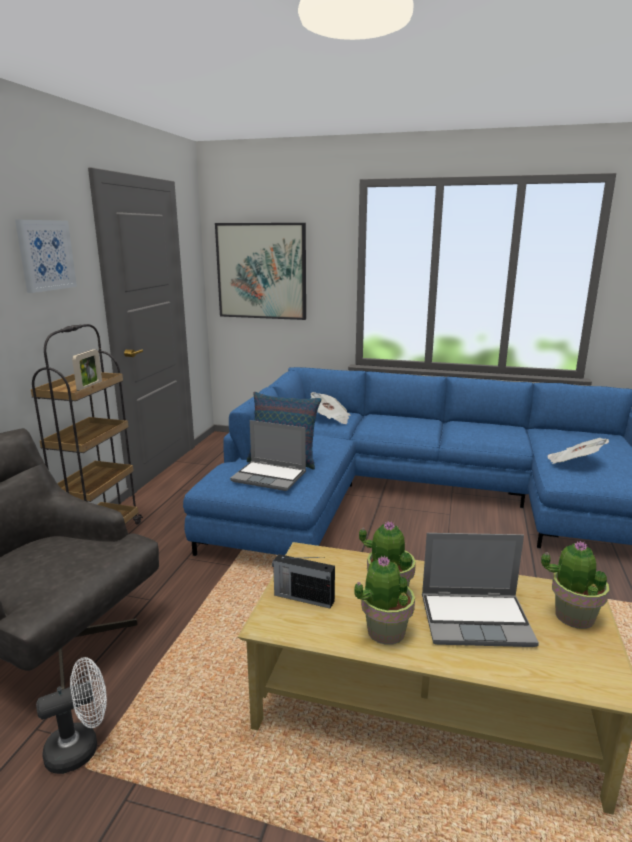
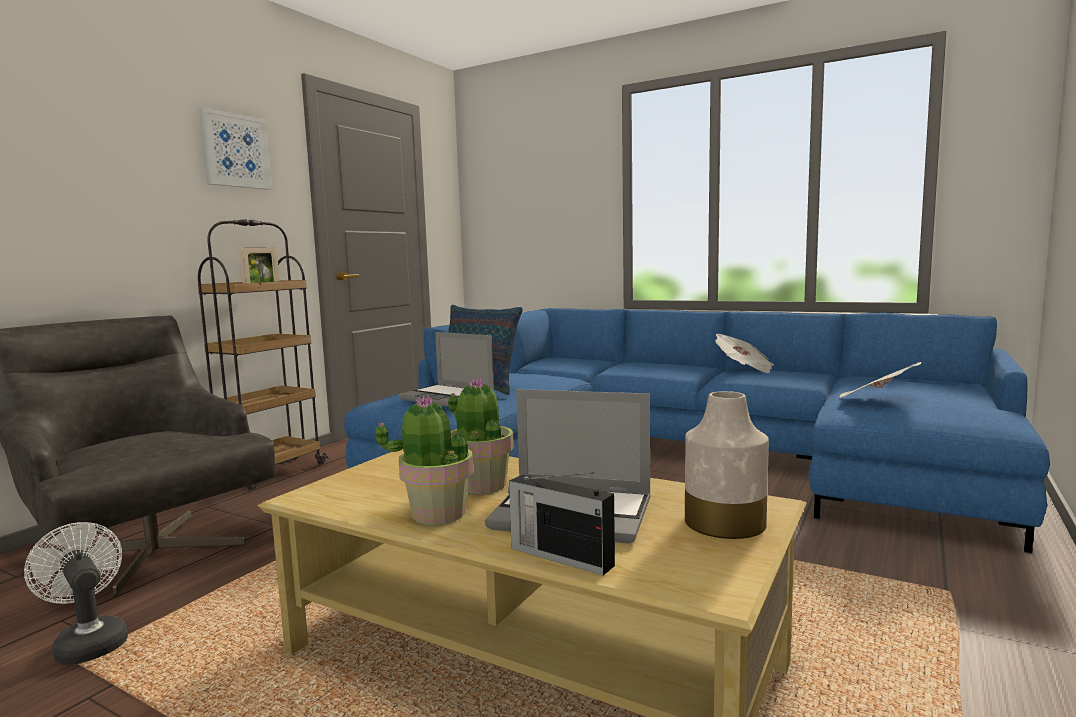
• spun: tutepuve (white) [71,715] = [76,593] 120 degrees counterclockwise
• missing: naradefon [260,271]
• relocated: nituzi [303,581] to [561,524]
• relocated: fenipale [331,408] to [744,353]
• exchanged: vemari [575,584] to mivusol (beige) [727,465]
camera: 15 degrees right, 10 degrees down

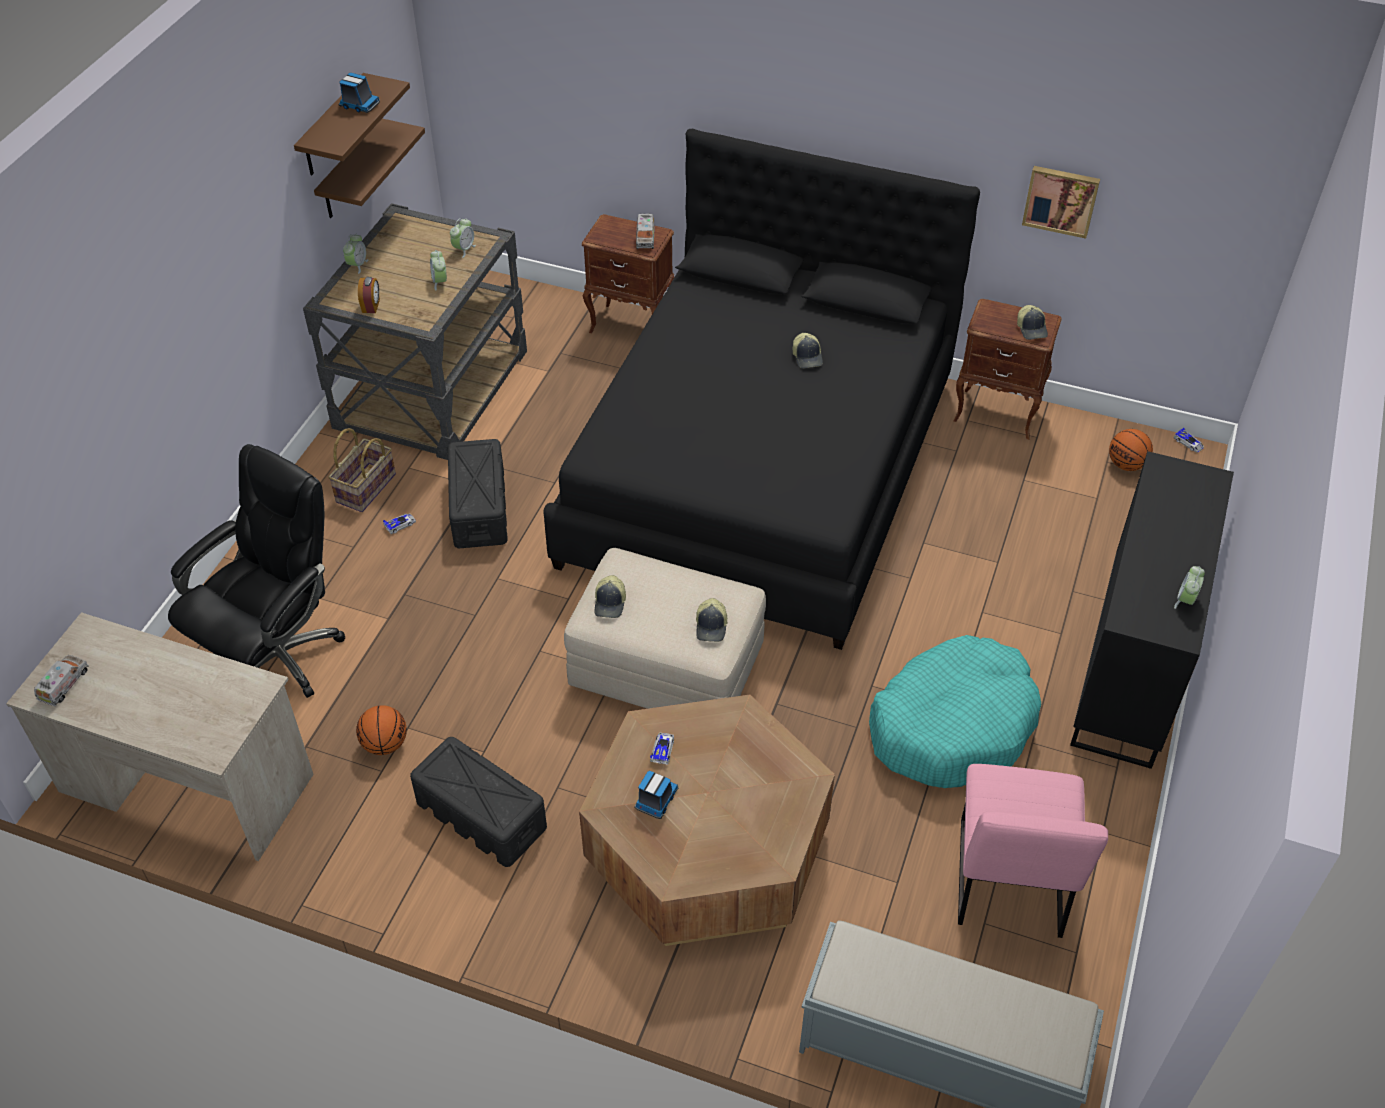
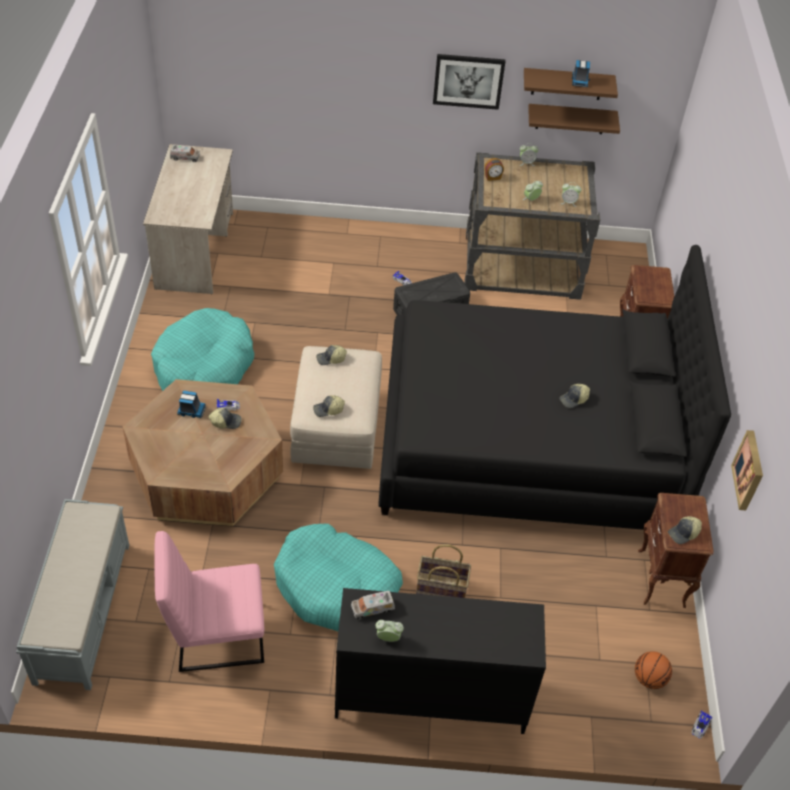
• missing: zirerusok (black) [256,571]
• relocated: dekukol [362,470] to [443,571]
• missing: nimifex [381,730]
• exchanged: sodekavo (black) [478,802] to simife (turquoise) [202,349]
• relocated: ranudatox [645,231] to [373,605]
• appeared: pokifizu [225,418]
• appeared: naradefon [469,82]
camera: 70 degrees right, 0 degrees up

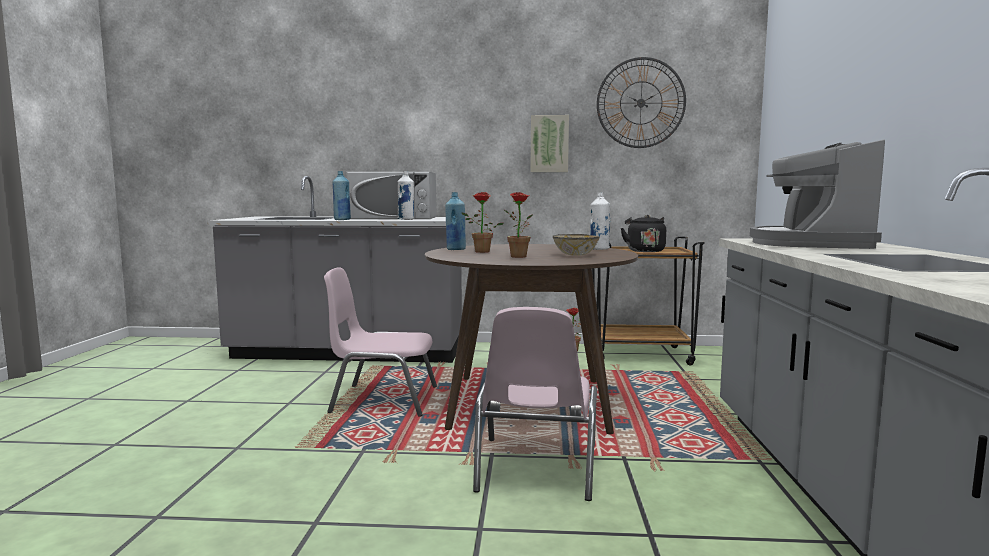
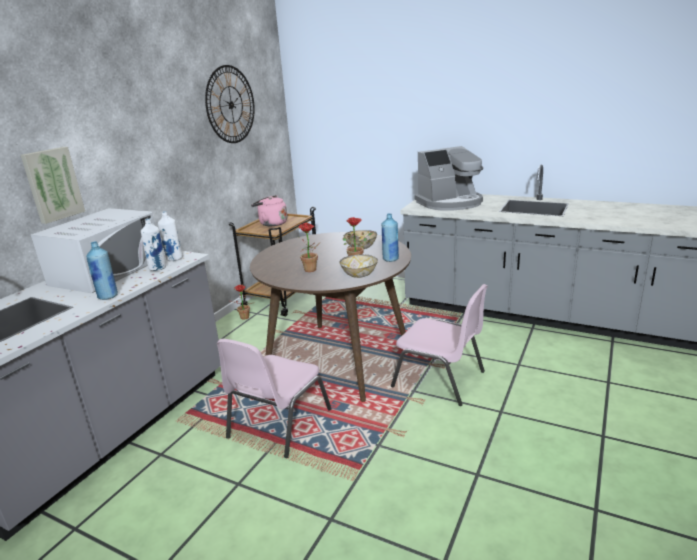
• relocated: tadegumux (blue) [455,221] to [390,237]
• relocated: naradefon [550,143] to [53,185]
• relocated: tadegumux (white) [600,221] to [170,236]
• colour: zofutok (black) [643,233] to zofutok (pink) [269,210]
• spun: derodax [817,194] = [448,178] 60 degrees counterclockwise
• appeared: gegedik [358,266]
camera: 65 degrees left, 15 degrees up

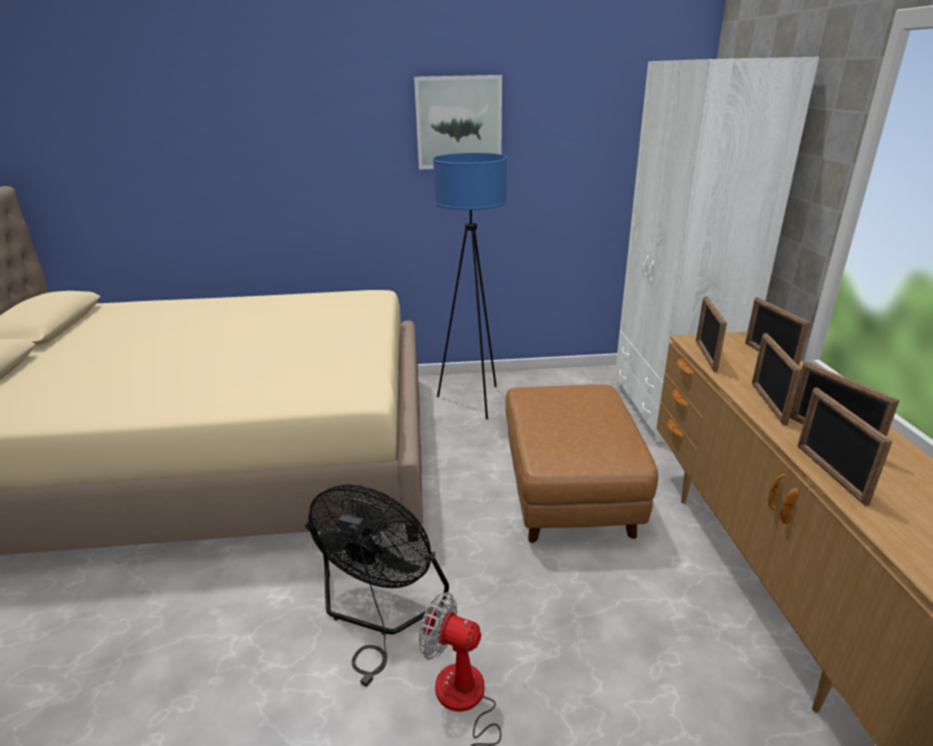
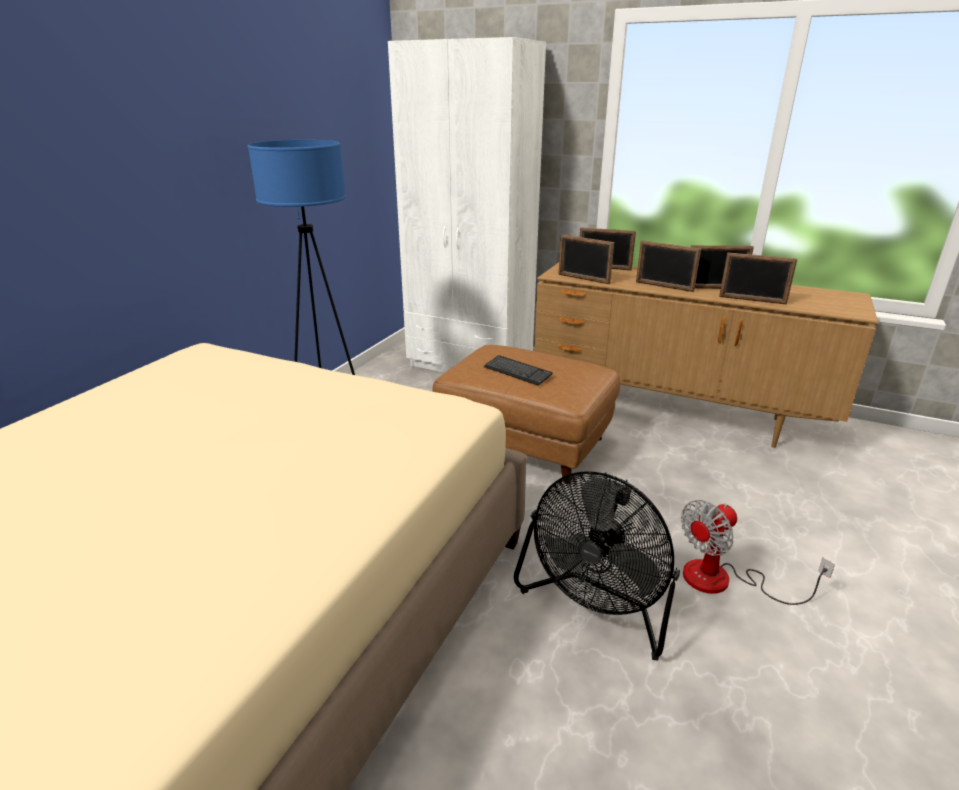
• spun: tutepuve (black) [377,586] = [597,565] 105 degrees counterclockwise
• missing: naradefon [458,122]
• appeared: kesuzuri [518,370]
camera: 60 degrees left, 0 degrees up

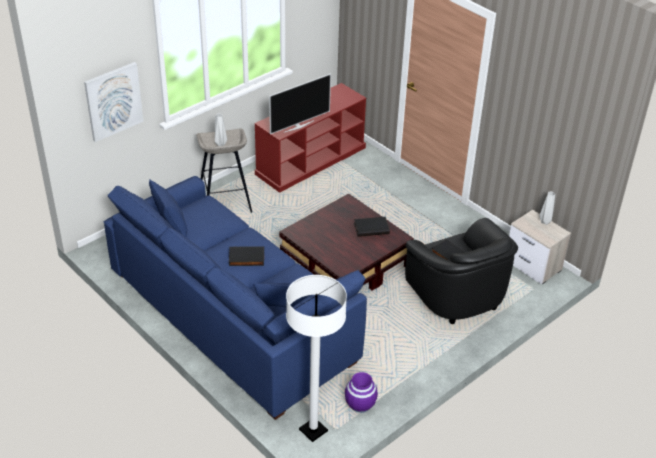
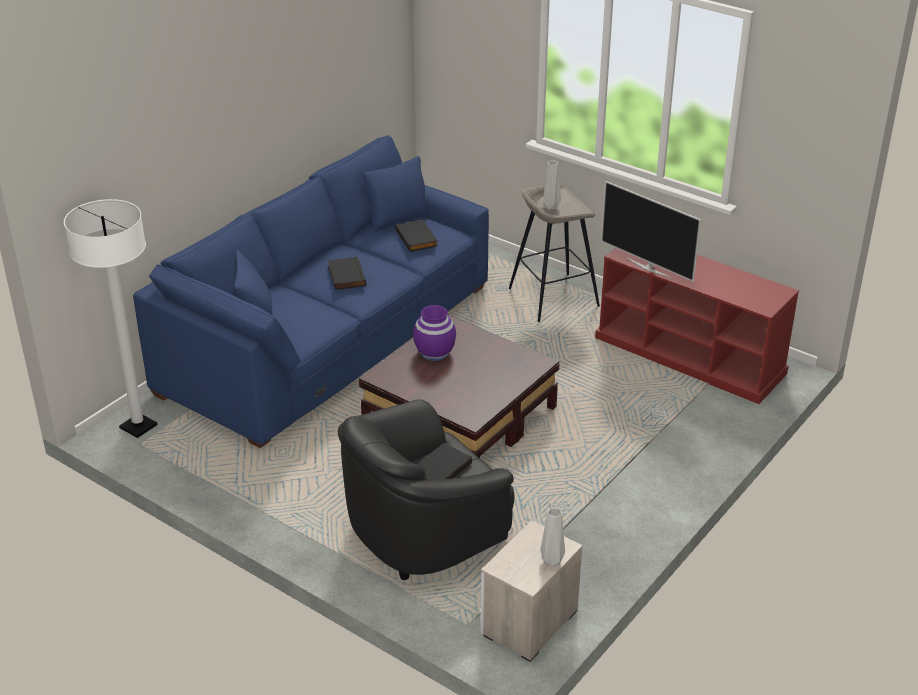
• missing: naradefon [113,102]
• relocated: mivusol (purple) [361,392] to [434,333]
• relocated: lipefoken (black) [372,227] to [416,236]
camera: 80 degrees right, 5 degrees down

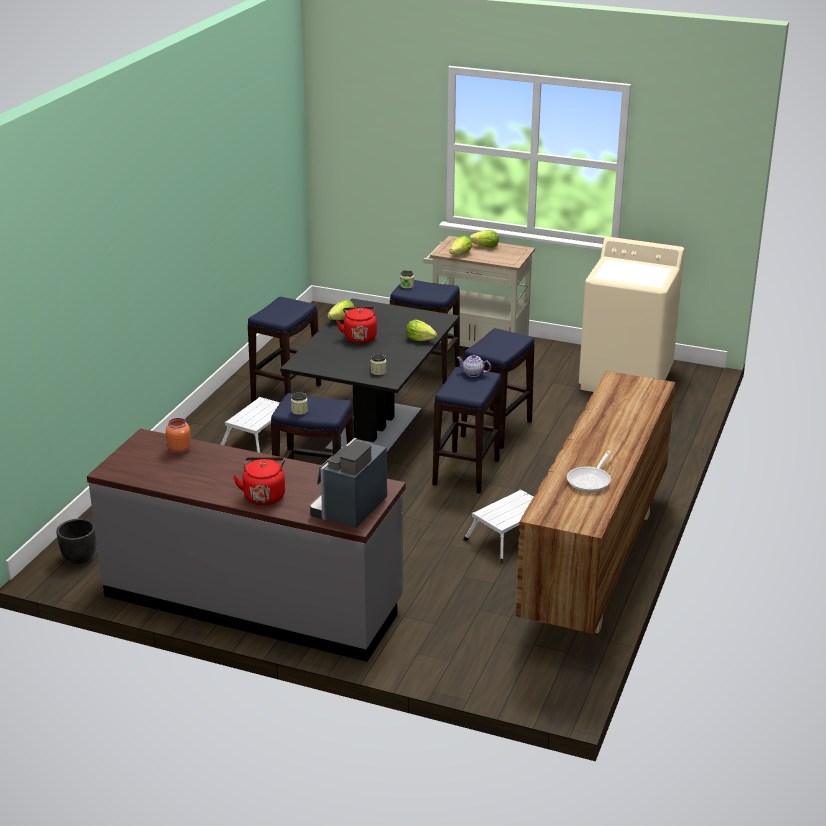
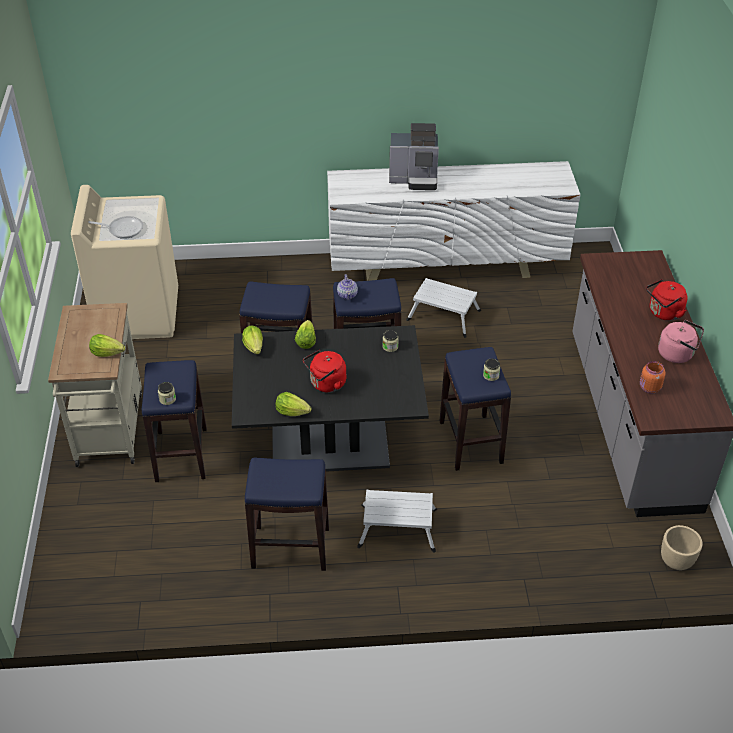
• colour: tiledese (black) [76,541] to tiledese (beige) [682,547]
• relocated: derodax [348,483] to [414,156]
• relocated: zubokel [484,239] to [252,340]
• colour: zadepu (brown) [595,502] to zadepu (white) [453,221]
• relocated: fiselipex [589,471] to [115,227]
• appeared: zofutok (pink) [681,341]
camera: 115 degrees left, 15 degrees up

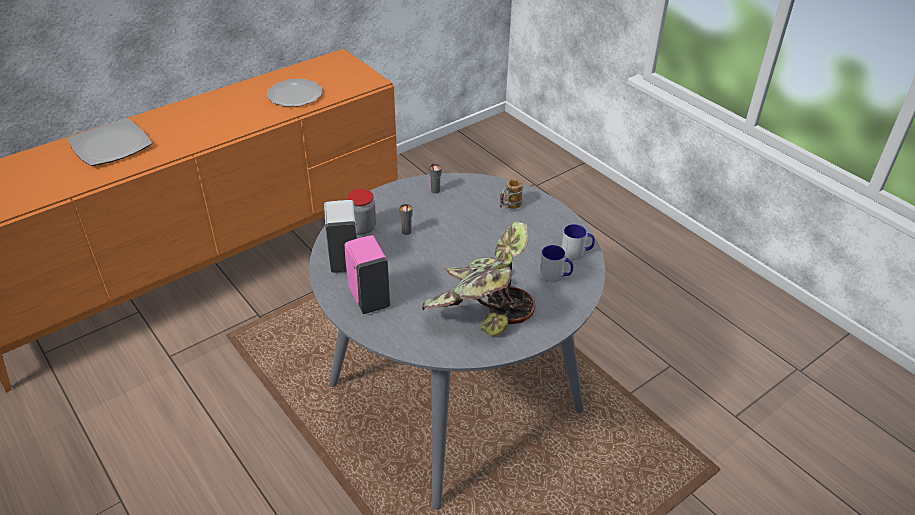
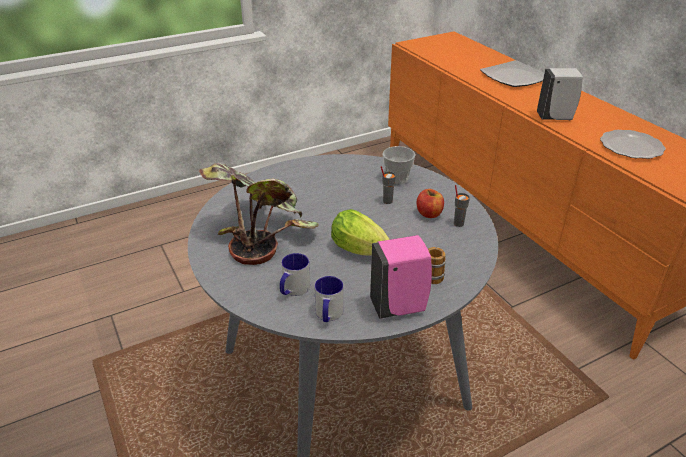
• relocated: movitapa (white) [340,236] to [560,94]
• relocated: movitapa (pink) [367,274] to [401,276]
• exchanged: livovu [361,211] to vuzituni [399,165]
• appeared: zubokel [360,232]
• appeared: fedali [430,203]
camera: 100 degrees right, 5 degrees down

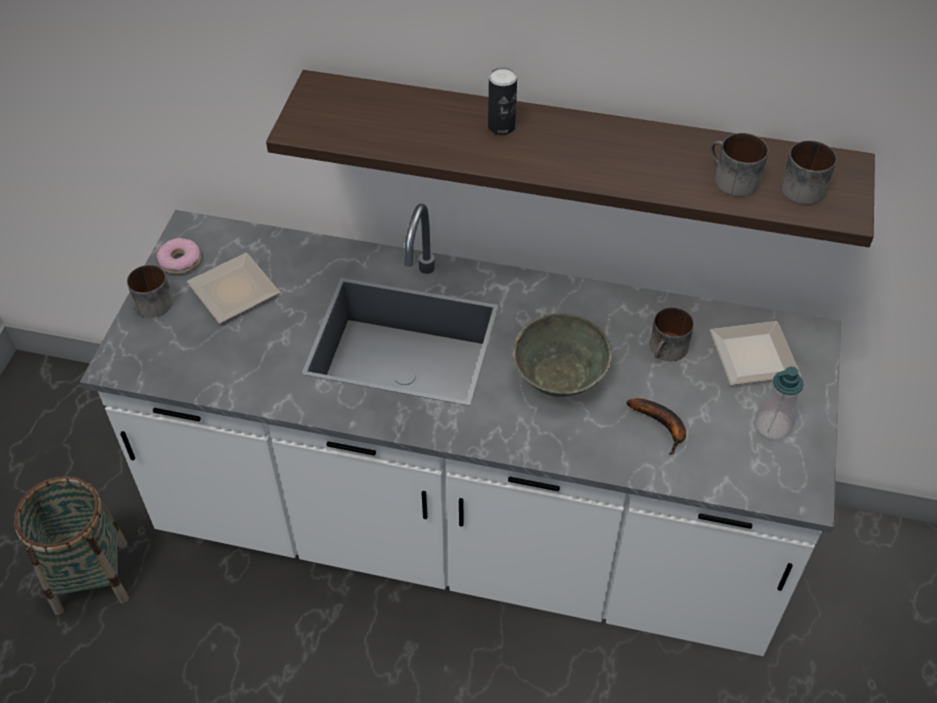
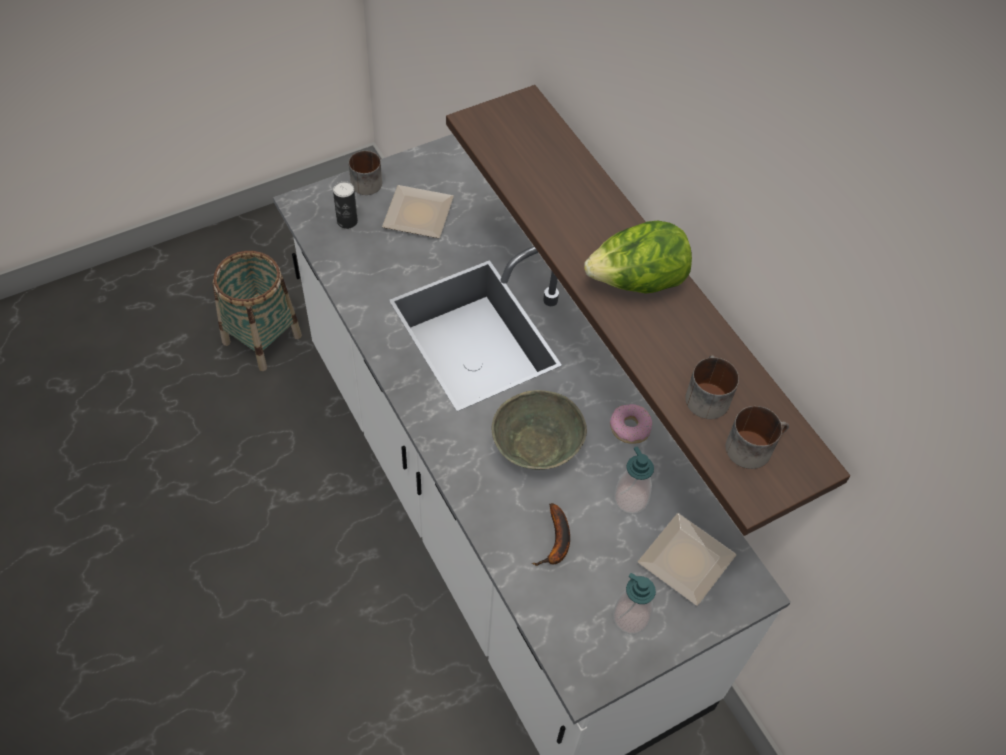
• relocated: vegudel [179,256] to [631,424]
• relocated: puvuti [502,101] to [345,205]
• exchanged: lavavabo [672,334] to movitapa [634,480]
• appeared: zubokel [638,257]
camera: 45 degrees right, 5 degrees up

